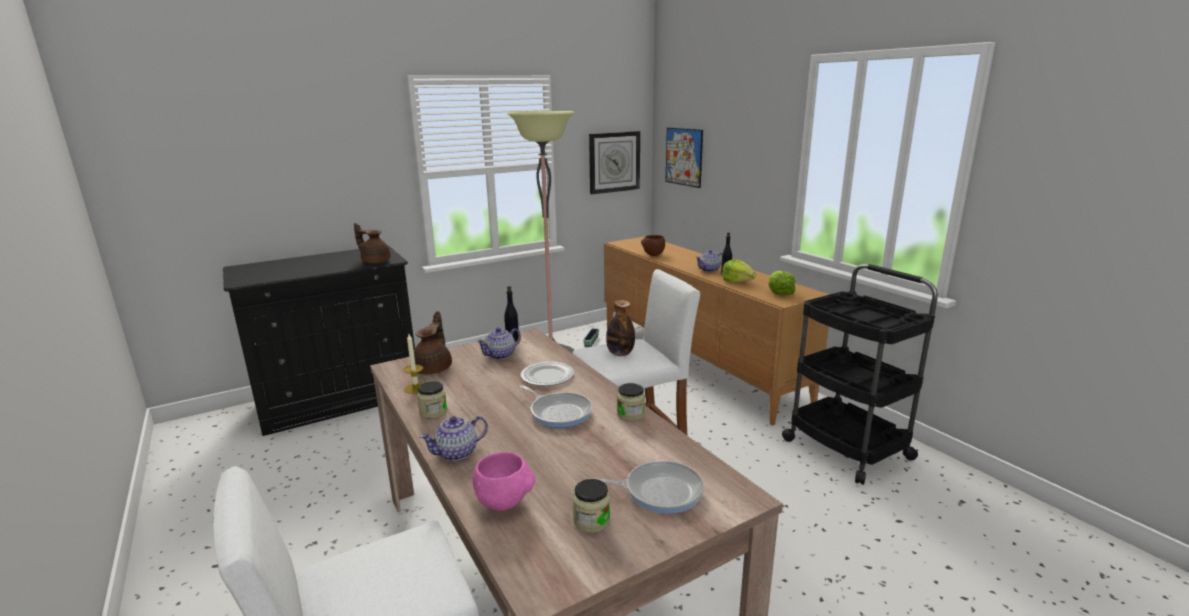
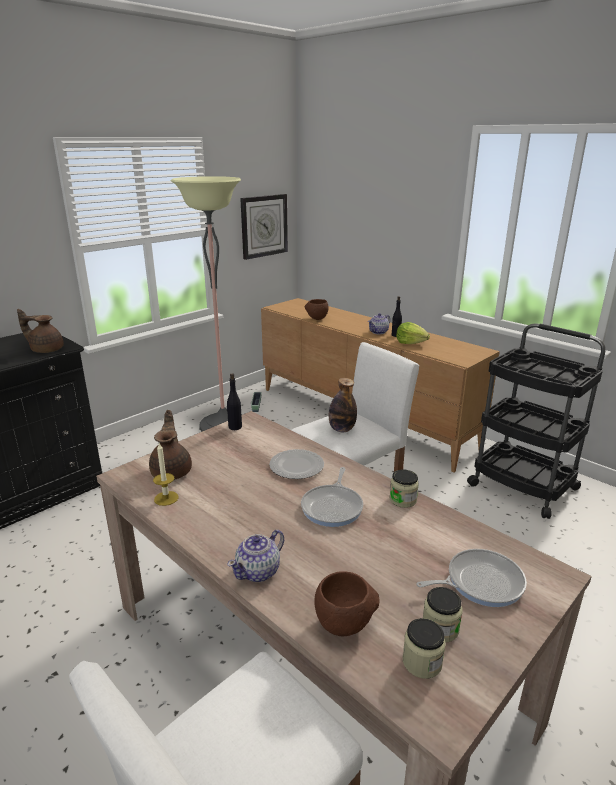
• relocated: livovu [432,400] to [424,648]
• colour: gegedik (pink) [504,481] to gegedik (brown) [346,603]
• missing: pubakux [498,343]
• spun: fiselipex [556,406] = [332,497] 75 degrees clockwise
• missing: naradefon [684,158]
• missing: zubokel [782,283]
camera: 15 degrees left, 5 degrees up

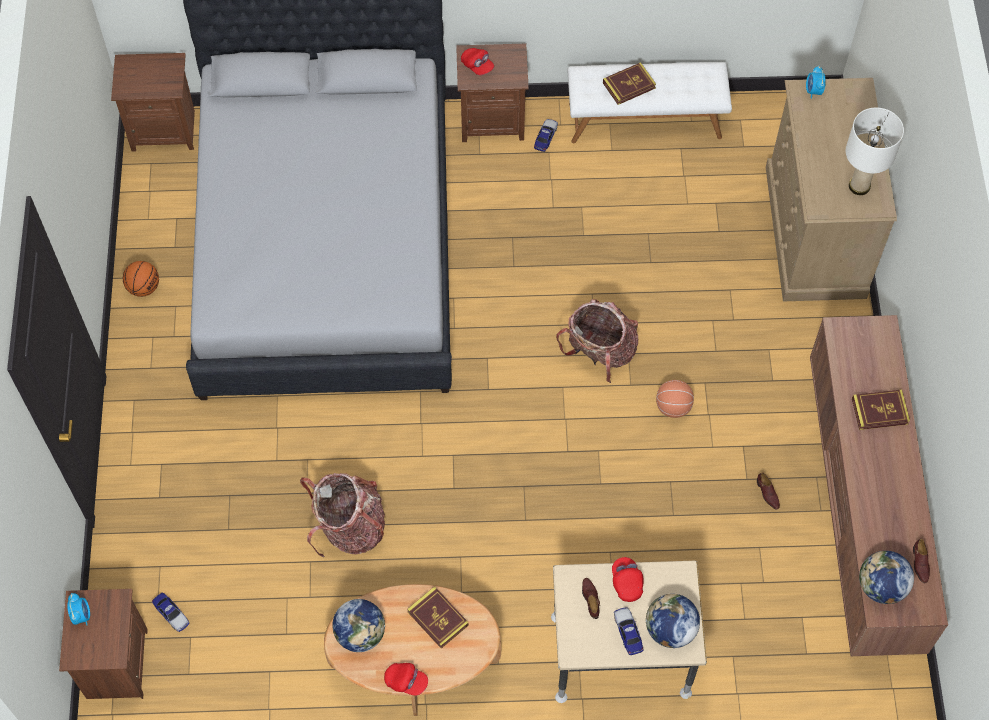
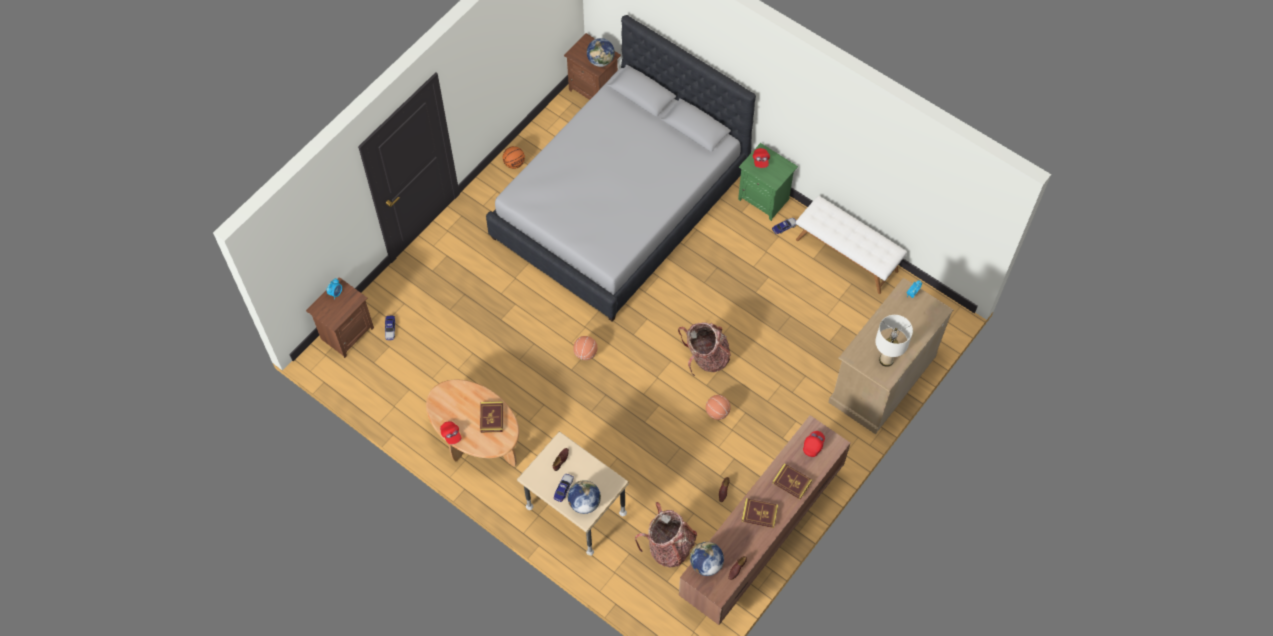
• relocated: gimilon [342,515] to [666,534]
• relocated: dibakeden [358,625] to [601,52]
• colour: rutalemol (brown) [492,93] to rutalemol (green) [768,182]
• relocated: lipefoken [629,83] to [759,513]
• relocated: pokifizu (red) [628,579] to [814,444]
• appeared: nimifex [585,348]
camera: 40 degrees right, 0 degrees up

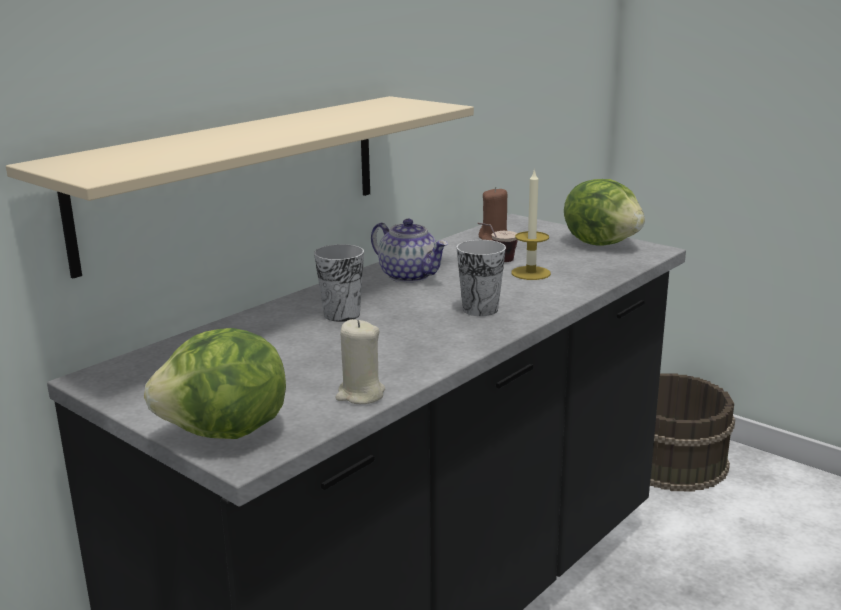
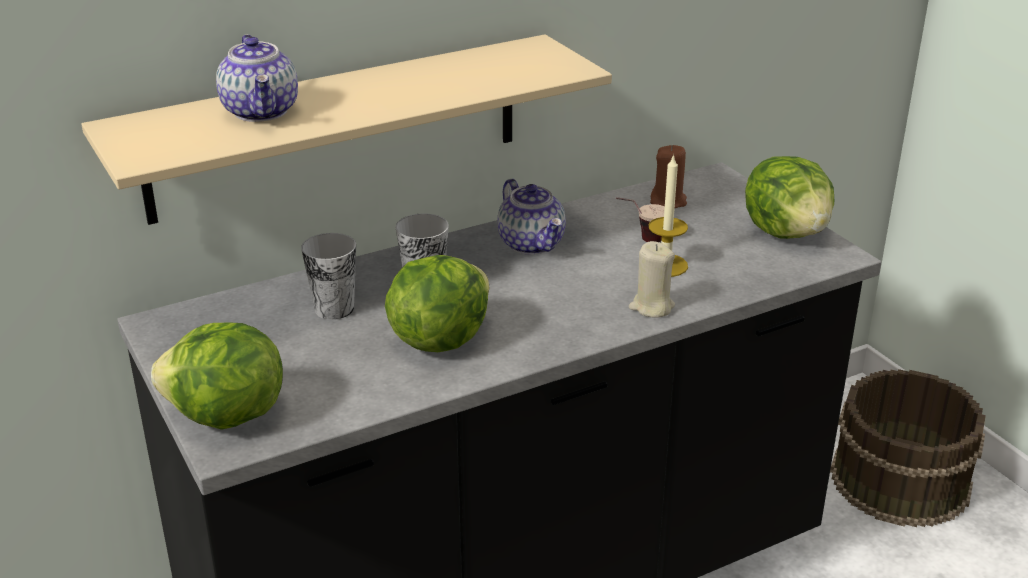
• relocated: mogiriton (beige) [360,361] to [652,279]
• relocated: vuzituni [481,278] to [328,276]
• appeared: pubakux [257,78]
• appeared: zubokel [437,303]
camera: 20 degrees right, 10 degrees up

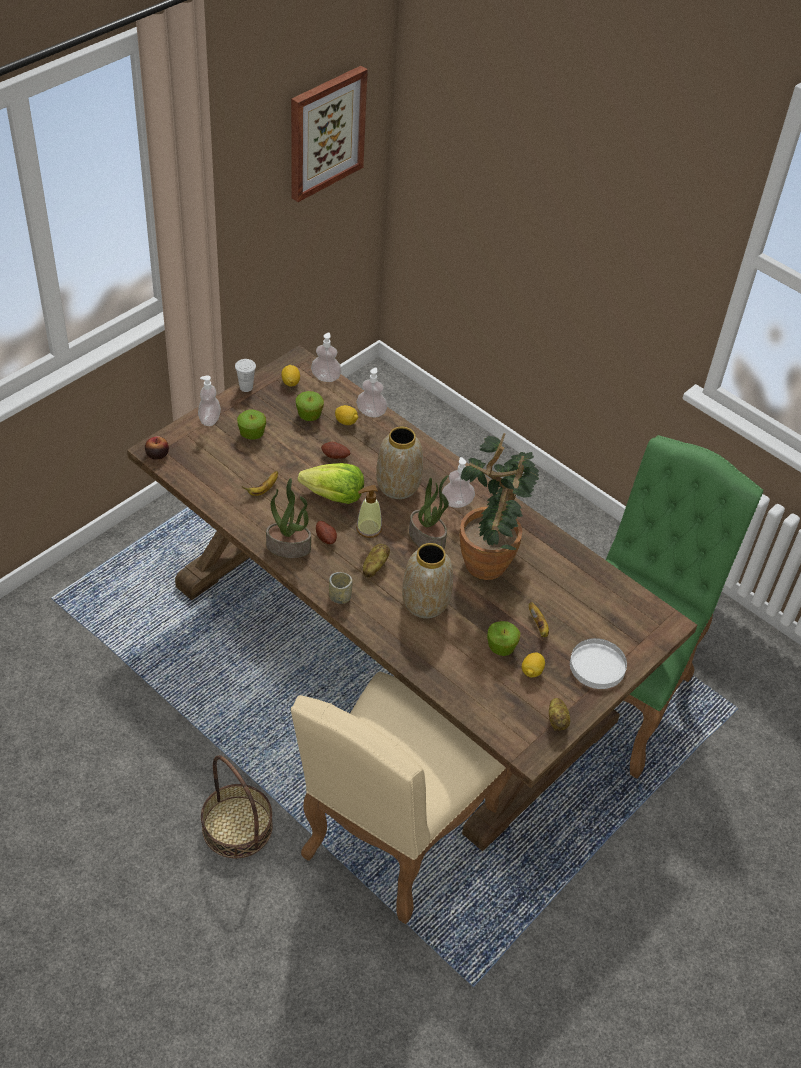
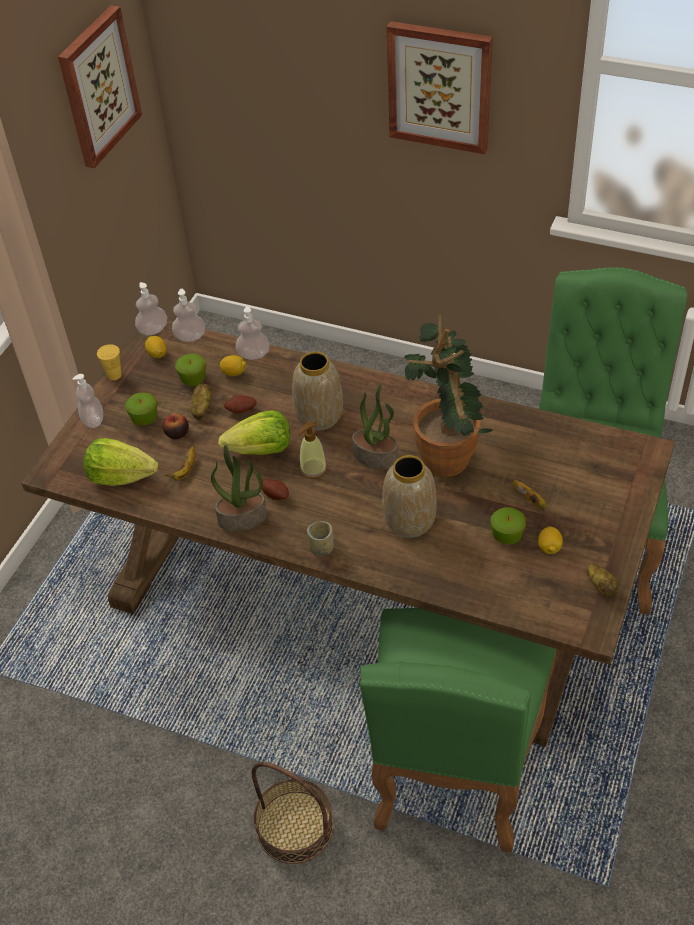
• relocated: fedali [157,448] to [176,426]
• colour: vuzituni (white) [245,375] to vuzituni (yellow) [109,362]
• colour: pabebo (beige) [401,797] to pabebo (green) [457,730]
• relocated: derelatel [376,560] to [201,401]
• relocated: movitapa [458,482] to [151,309]
• missing: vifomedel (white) [598,663]
• appeared: zubokel [121,462]
• appeared: naradefon [439,87]
camera: 15 degrees left, 0 degrees up

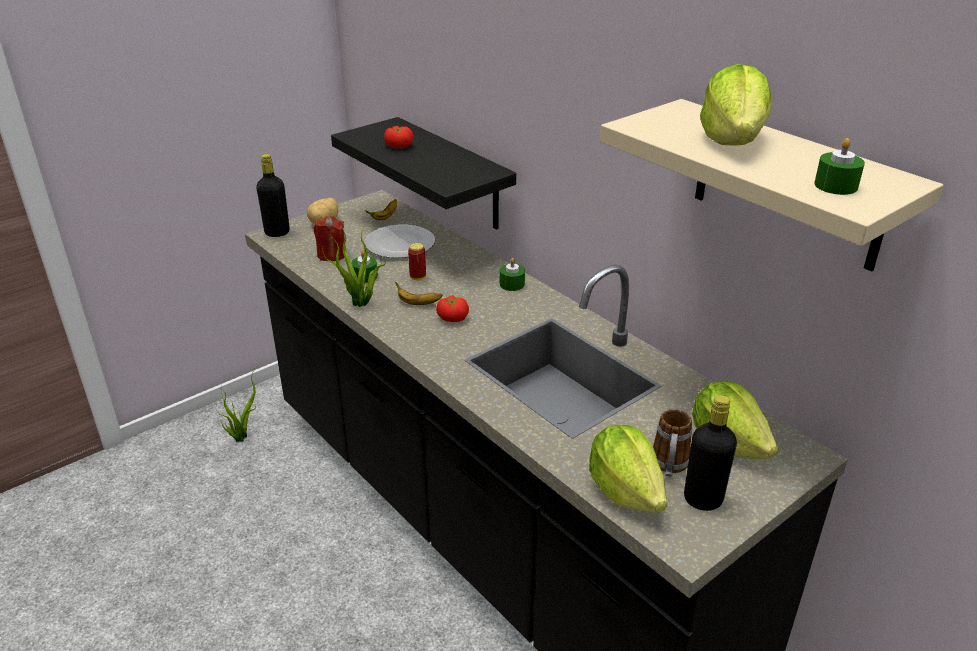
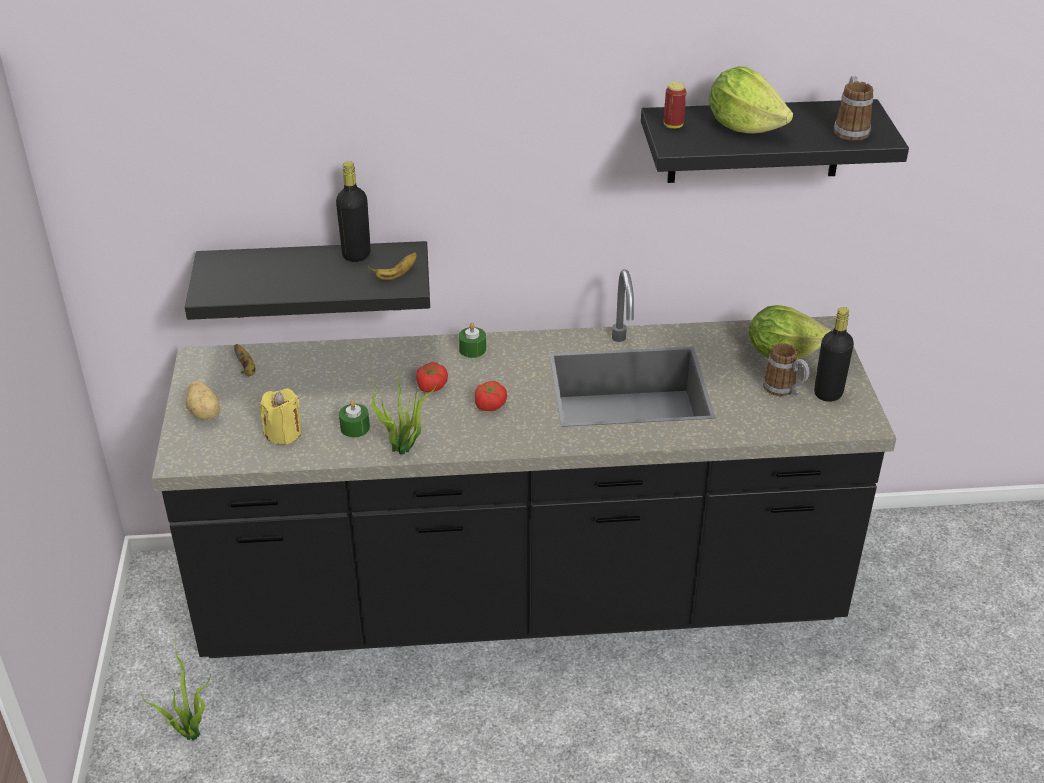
• relocated: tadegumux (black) [273,195] to [353,211]
• colour: mogiriton (red) [329,238] to mogiriton (yellow) [280,416]
• missing: vifomedel [399,241]
• relocated: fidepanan [398,137] to [432,377]
• relocated: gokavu [419,293] to [391,266]
• relocated: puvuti [417,261] to [675,105]
• missing: zubokel [628,469]
• colour: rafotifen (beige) [772,185] to rafotifen (black) [775,141]
• exchanged: mogiriton (green) [839,166] to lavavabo [853,108]
camera: 55 degrees left, 5 degrees up

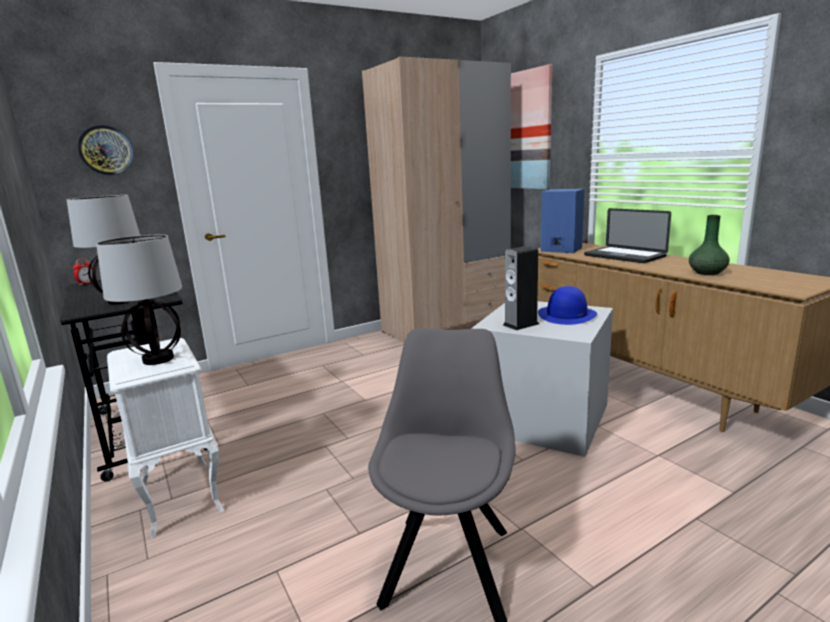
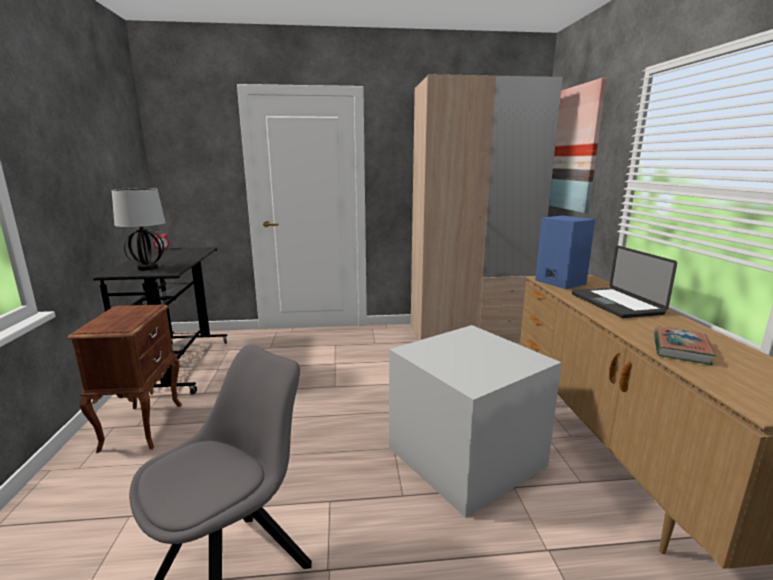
• missing: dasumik [105,150]
• missing: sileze [139,300]
• colour: rutalemol (white) [166,438] to rutalemol (brown) [125,378]
• missing: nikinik [521,288]
• missing: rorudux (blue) [567,305]
• exchanged: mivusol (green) [709,245] to lipefoken [685,346]
camera: 25 degrees right, 0 degrees up

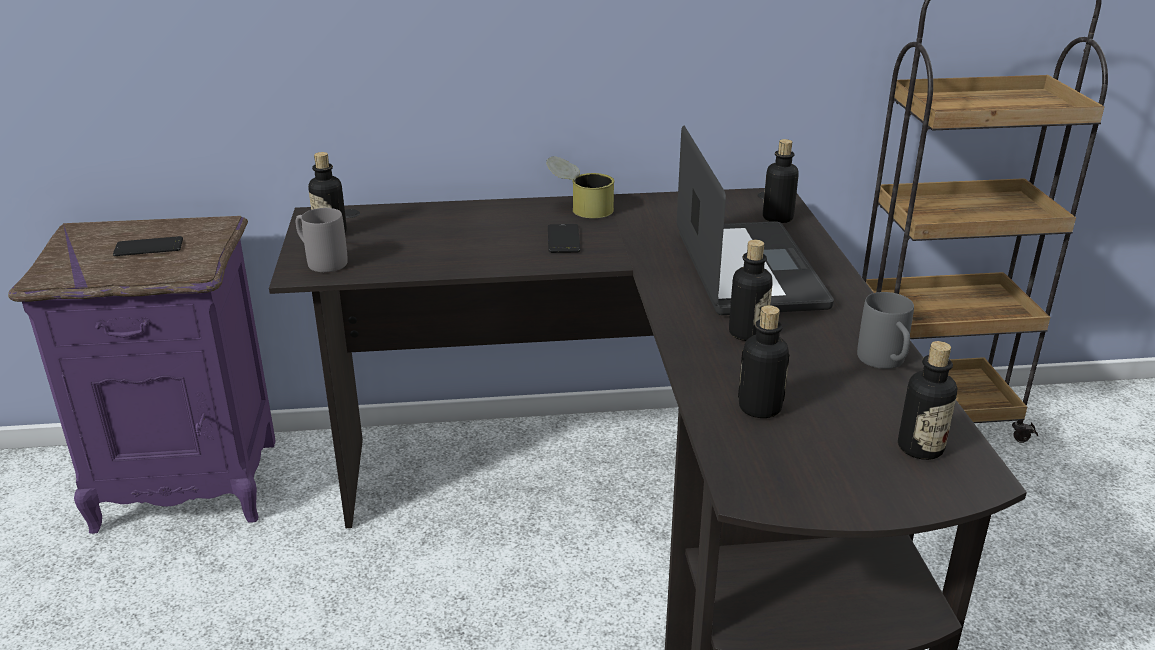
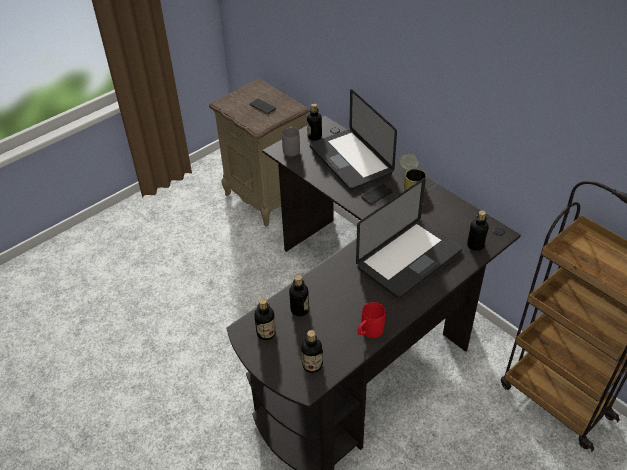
• colour: rutalemol (purple) [142,375] to rutalemol (beige) [259,153]
• relocated: tadegumux [751,290] to [265,319]
• colour: lavavabo (grey) [885,330] to lavavabo (red) [371,320]
• appeared: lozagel [353,139]
camera: 55 degrees right, 15 degrees up

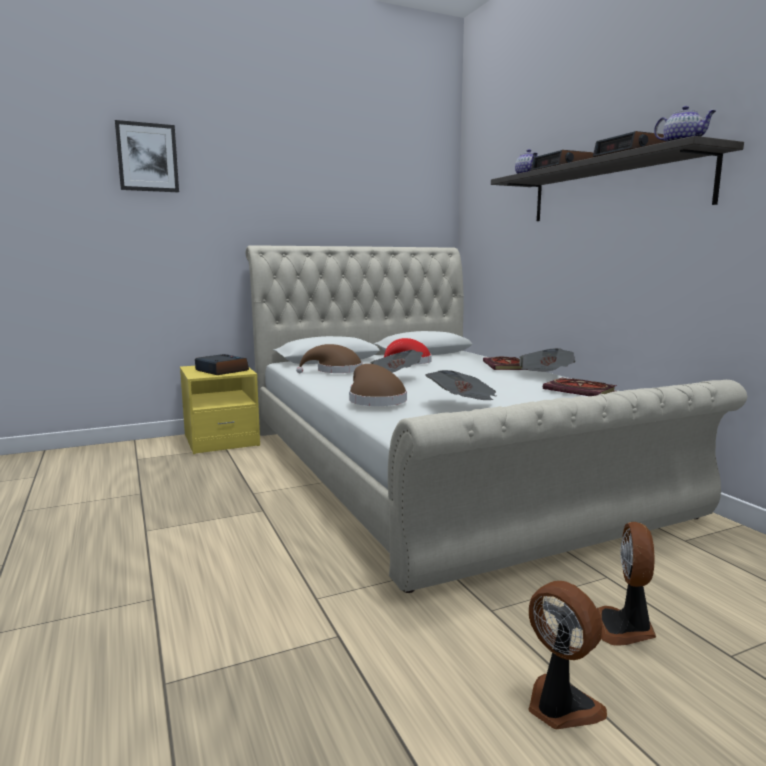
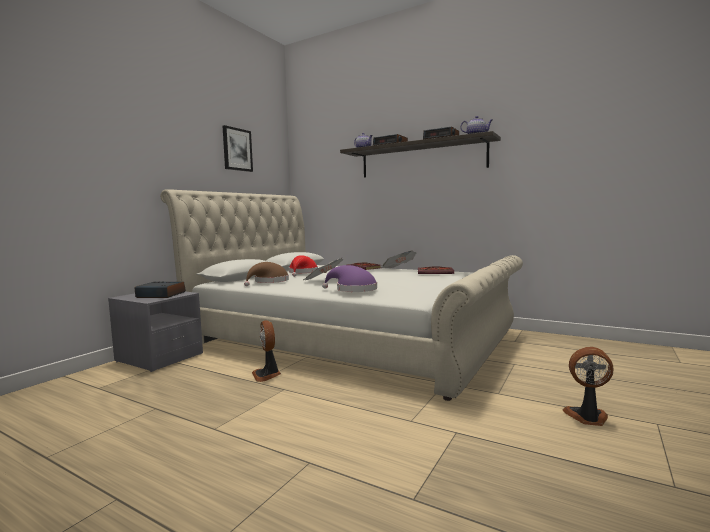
• relocated: naradefon [147,156] to [238,148]
• colour: rutalemol (yellow) [220,410] to rutalemol (grey) [155,331]
• colour: rorudux (brown) [378,385] to rorudux (purple) [349,278]
• missing: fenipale [460,385]
• relocated: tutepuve [626,583] to [266,351]
camera: 35 degrees left, 5 degrees down

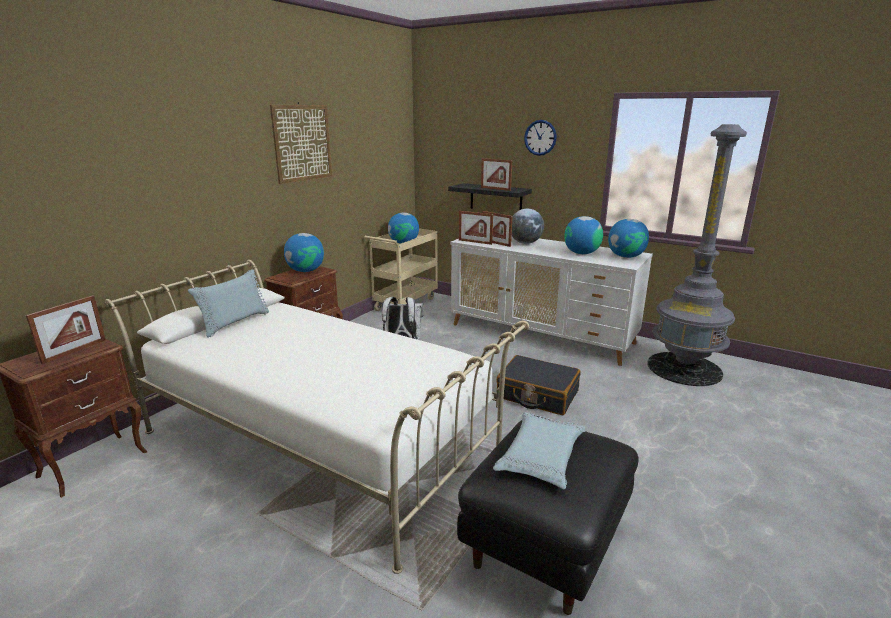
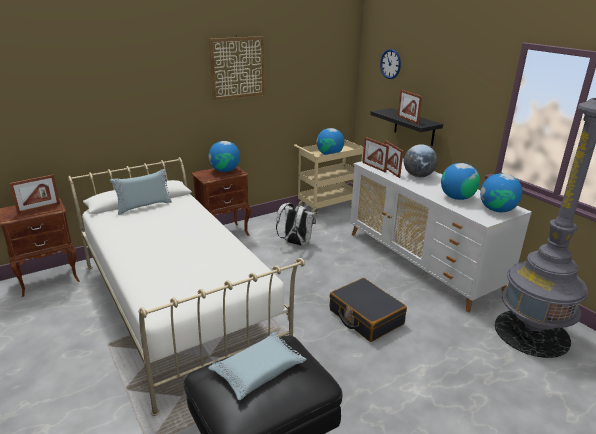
• relocated: dasumik [540,138] to [390,64]
camera: 25 degrees right, 5 degrees up

